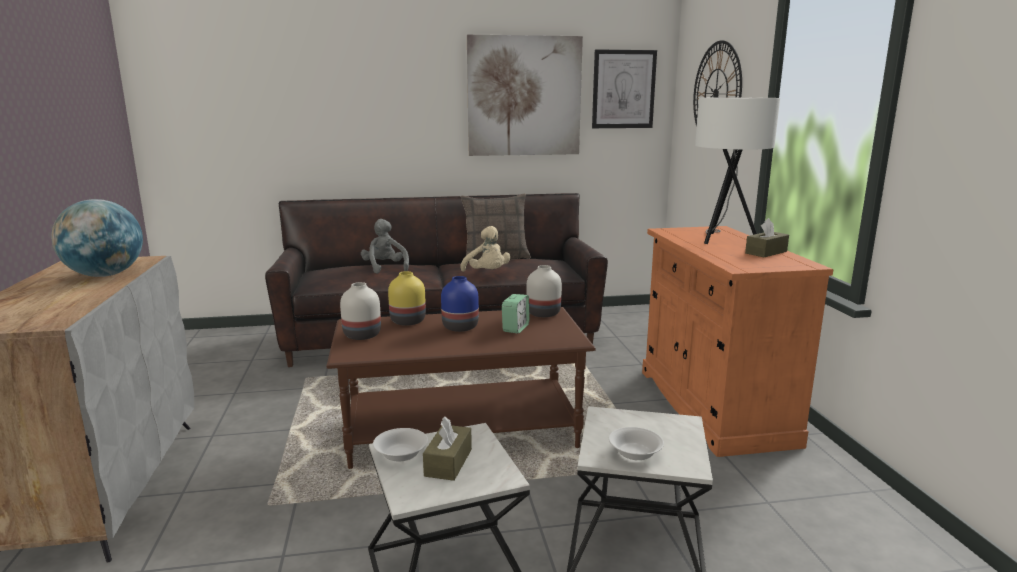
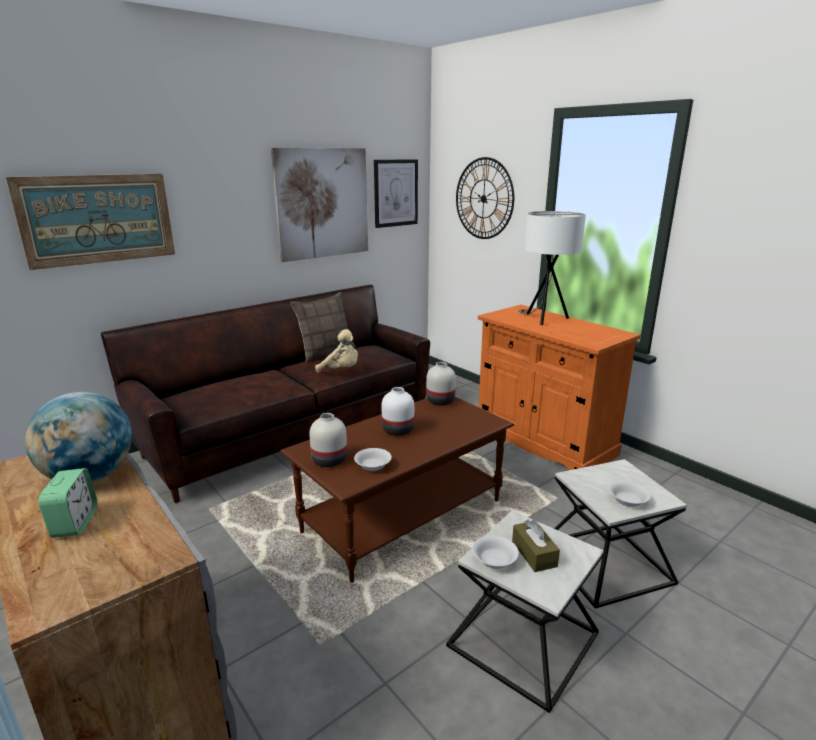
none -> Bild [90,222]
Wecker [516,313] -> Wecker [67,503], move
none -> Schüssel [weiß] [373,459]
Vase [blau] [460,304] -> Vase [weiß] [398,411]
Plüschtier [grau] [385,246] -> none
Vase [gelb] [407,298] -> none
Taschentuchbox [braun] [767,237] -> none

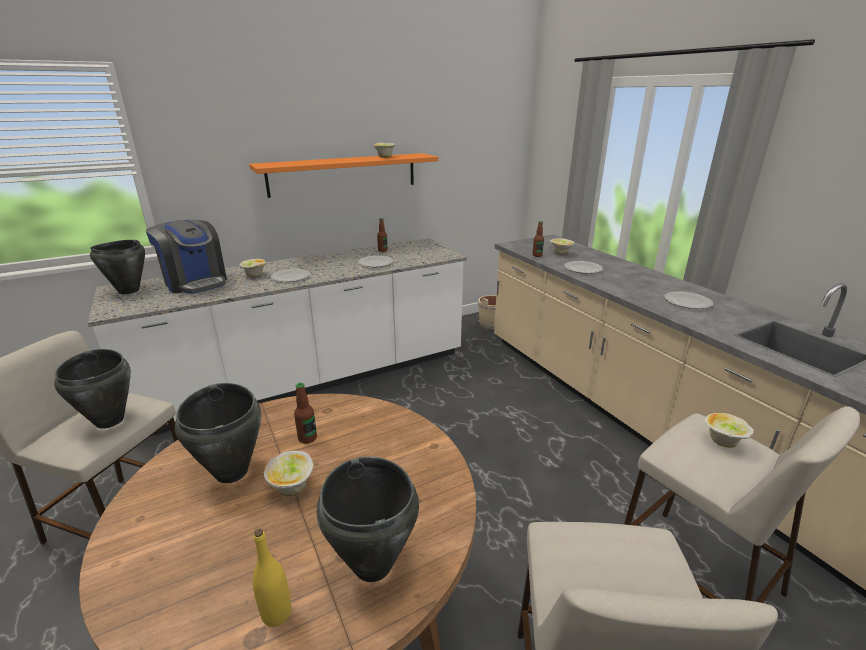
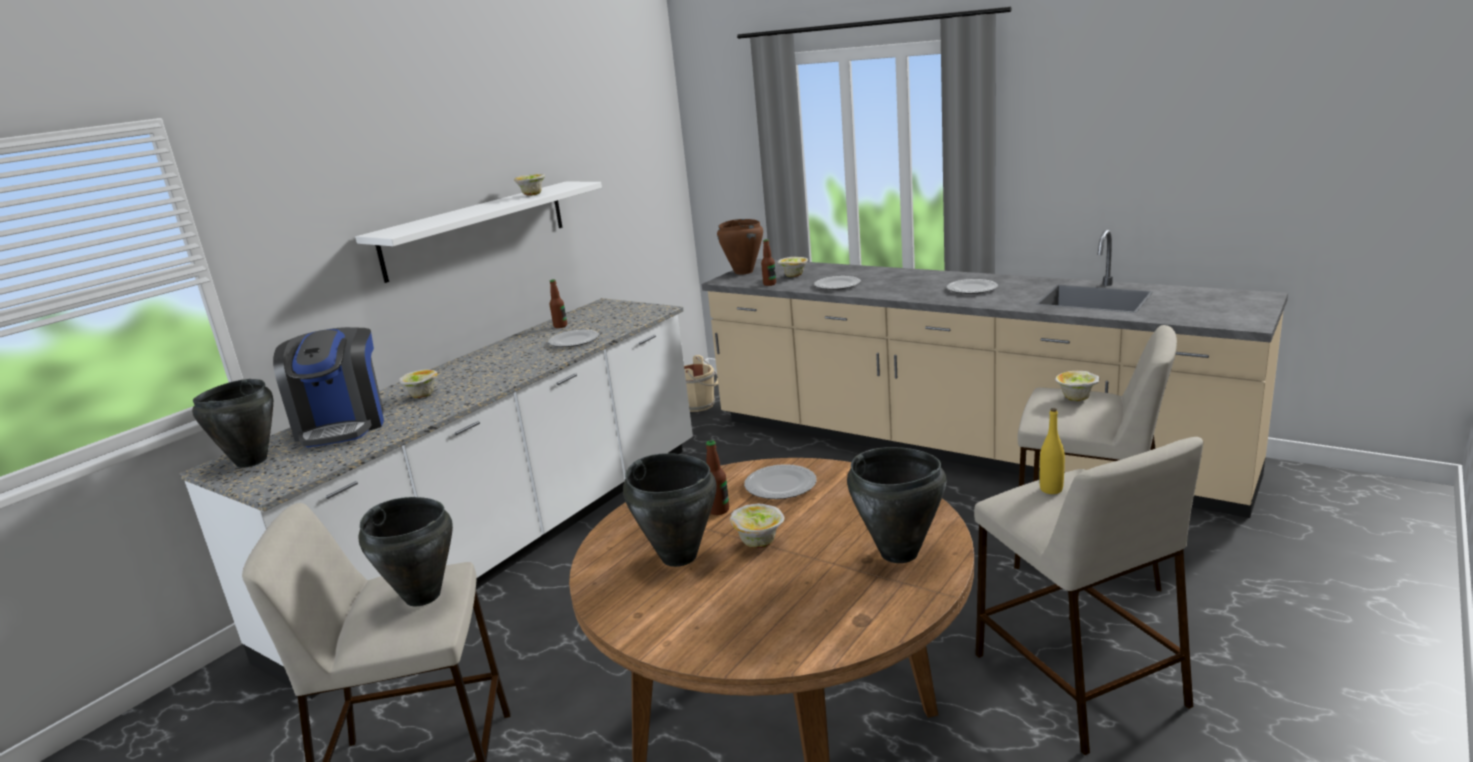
Kaffeemaschine [186,257] -> Kaffeemaschine [328,387], 60 degrees clockwise
Wandregal [orange] [344,175] -> Wandregal [weiß] [478,232]
none -> Kochtopf [braun] [740,247]
Teller [290,275] -> Teller [780,481], move
Flasche [gelb] [271,578] -> Flasche [gelb] [1052,451], move

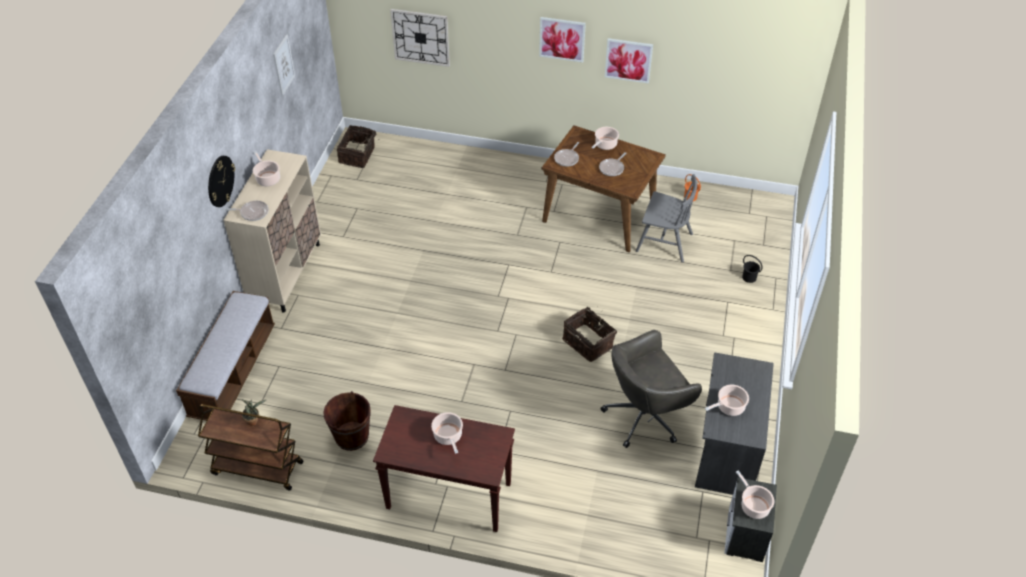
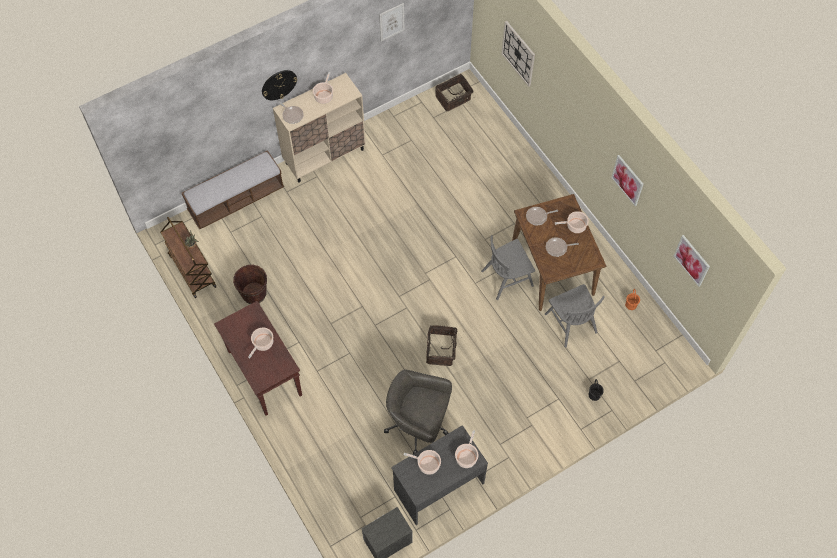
Kochtopf [755,495] -> Kochtopf [466,449], move
none -> Stuhl [grau] [508,267]
Bild [562,39] -> Bild [692,261], move

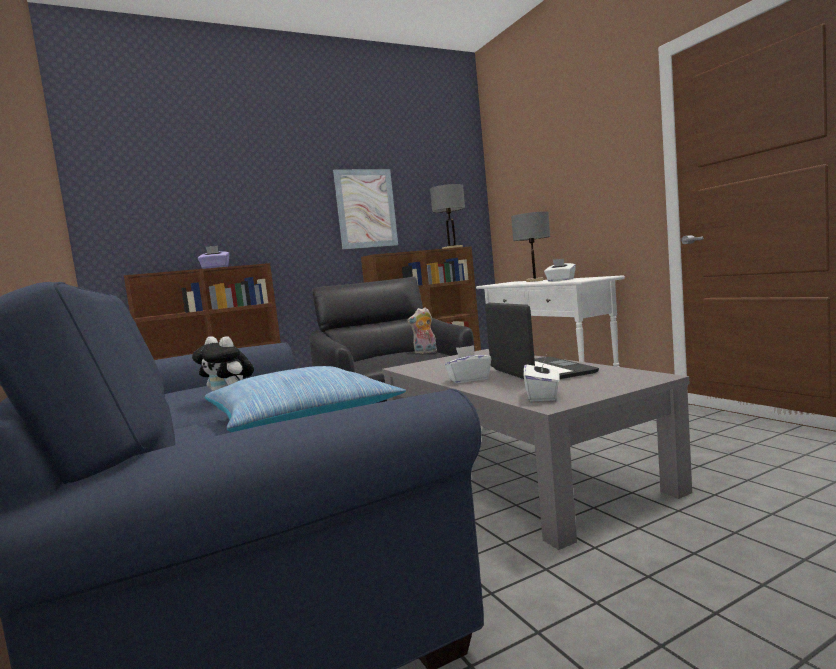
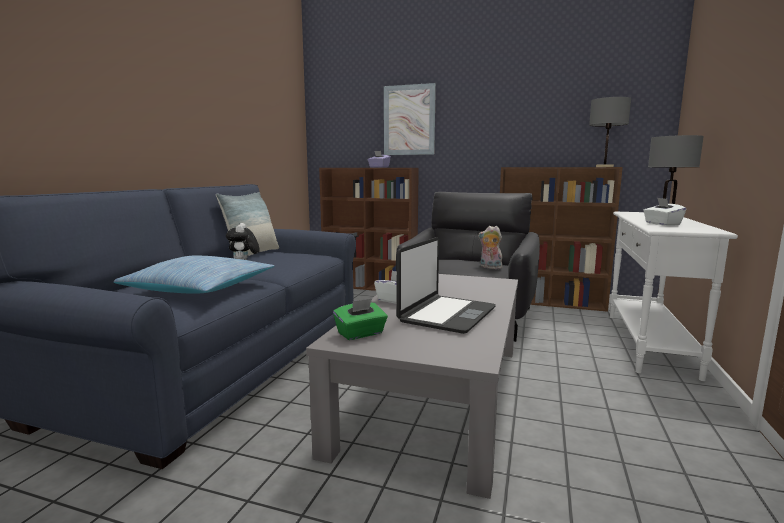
none -> Kissen [247,224]
Taschentuchbox [weiß] [541,378] -> Taschentuchbox [grün] [360,319]
Bild [365,209] -> Bild [410,119], move

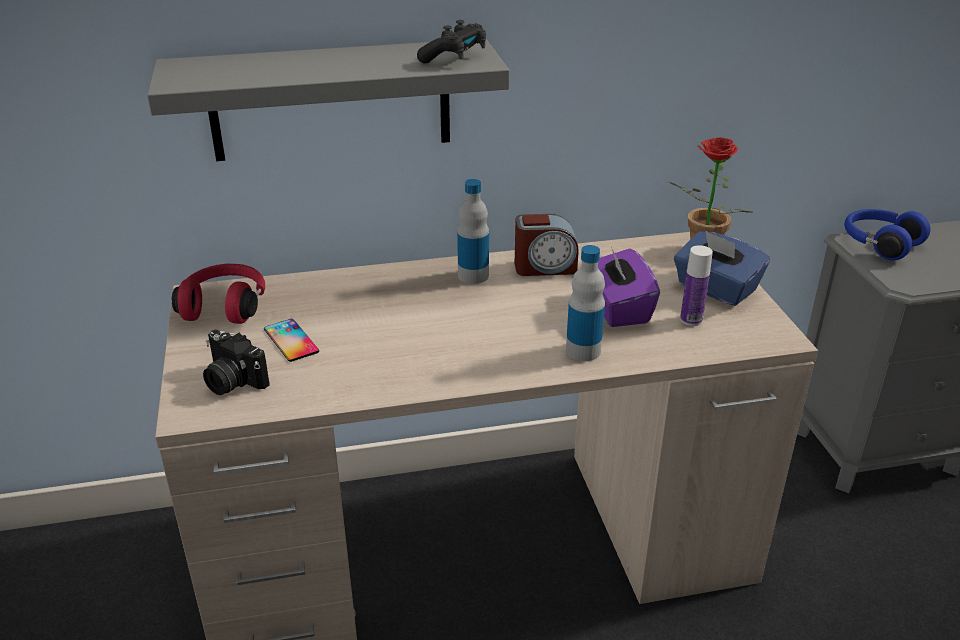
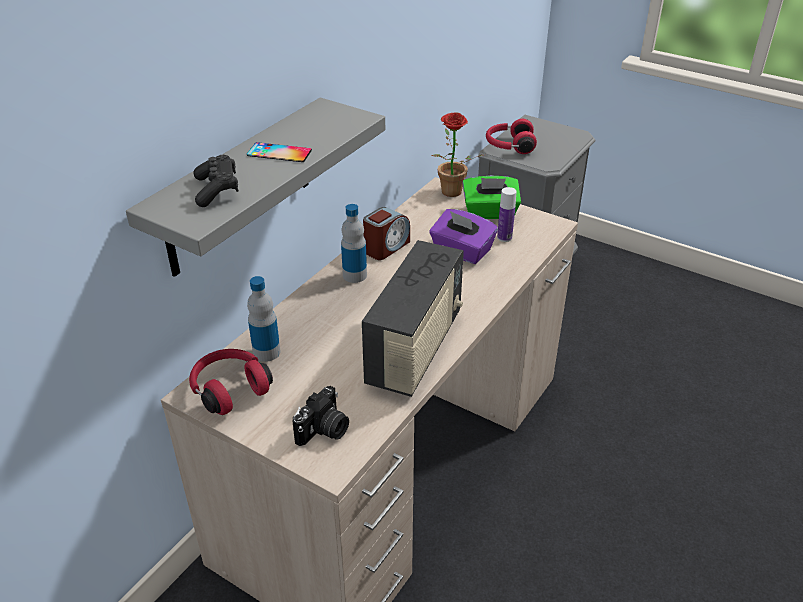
Gamepad [schwarz] [451,42] -> Gamepad [schwarz] [216,181], move
Handy [291,340] -> Handy [279,152], move
Flasche [585,303] -> Flasche [263,319], move
Kamera [236,362] -> Kamera [320,416], 45 degrees counterclockwise
none -> Radio [413,318]
Taschentuchbox [blau] [722,268] -> Taschentuchbox [grün] [491,197]
Kopfhörer [blau] [887,234] -> Kopfhörer [rot] [511,136]

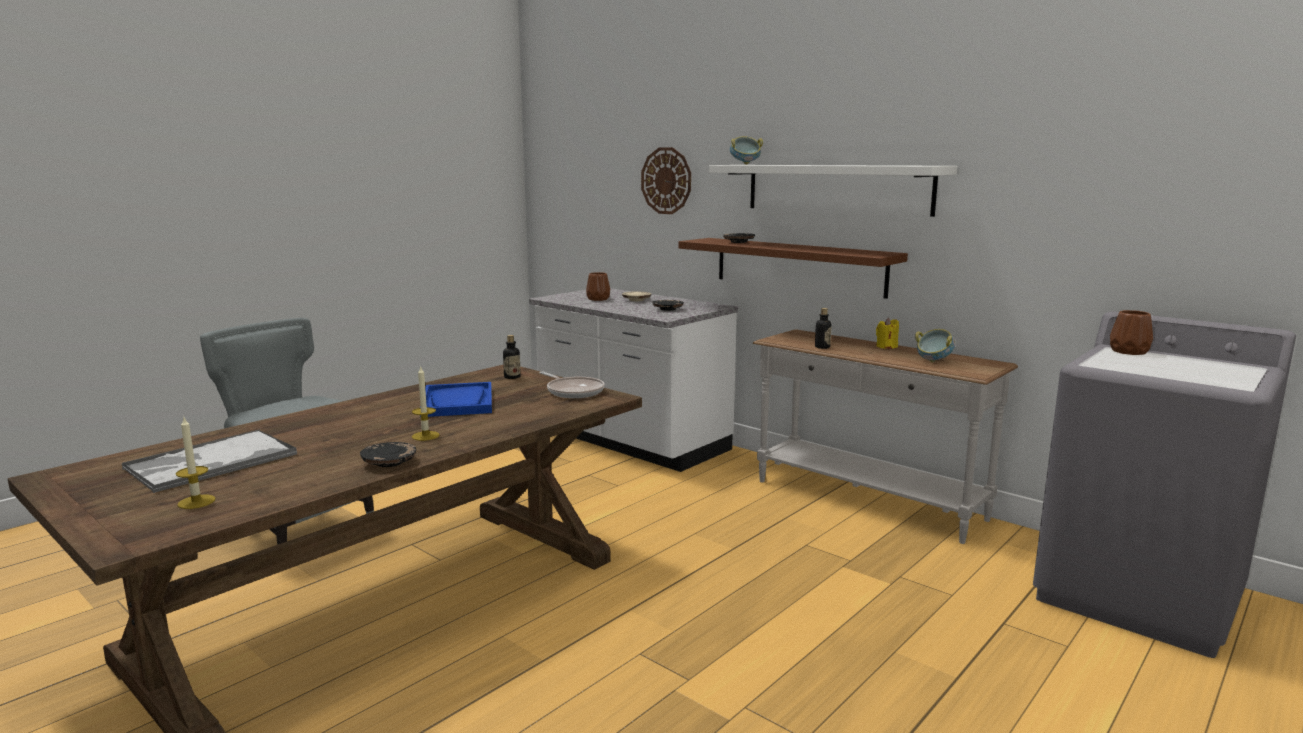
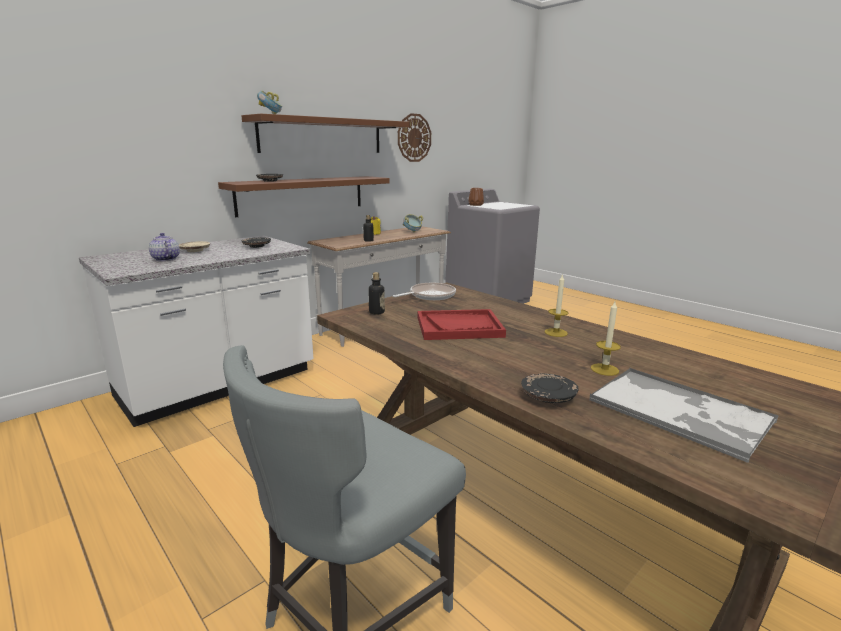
Vase [braun] [598,286] -> Teekanne [164,247]
Wandregal [weiß] [833,191] -> Wandregal [braun] [325,133]
Wanduhr [666,180] -> Wanduhr [414,137], move
Tablett [blau] [456,399] -> Tablett [rot] [462,324]
Teller [schwarz] [388,454] -> Teller [schwarz] [550,388], move
Kerze [195,463] -> Kerze [606,339], move

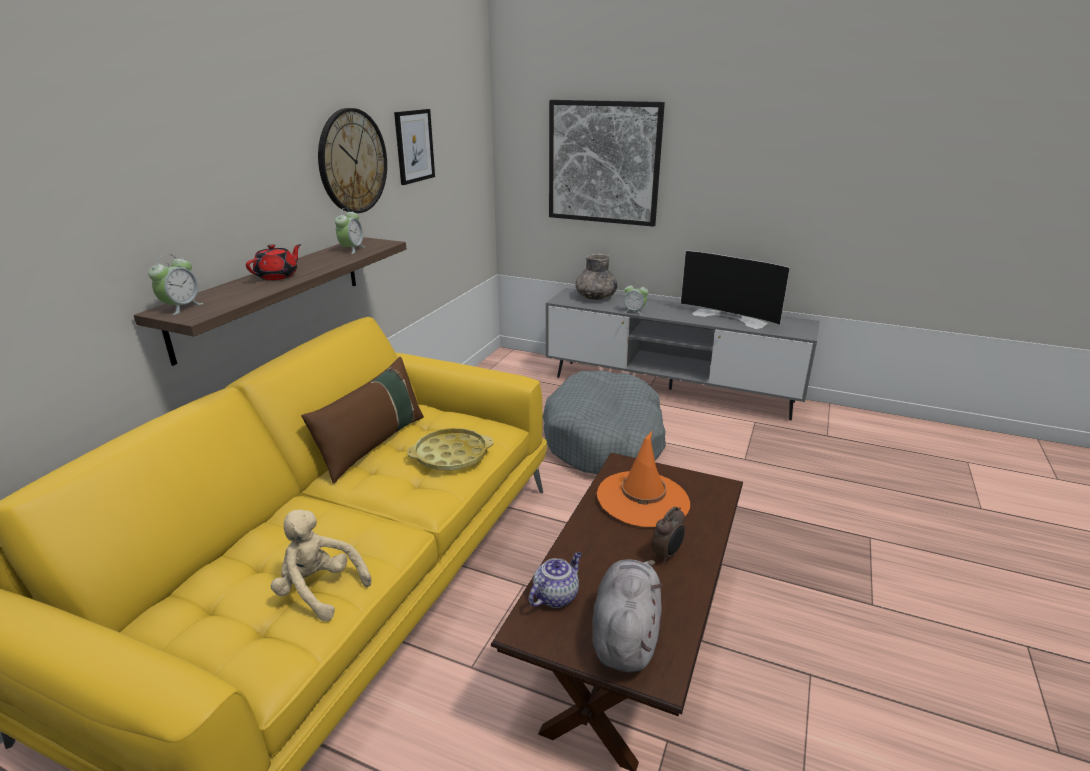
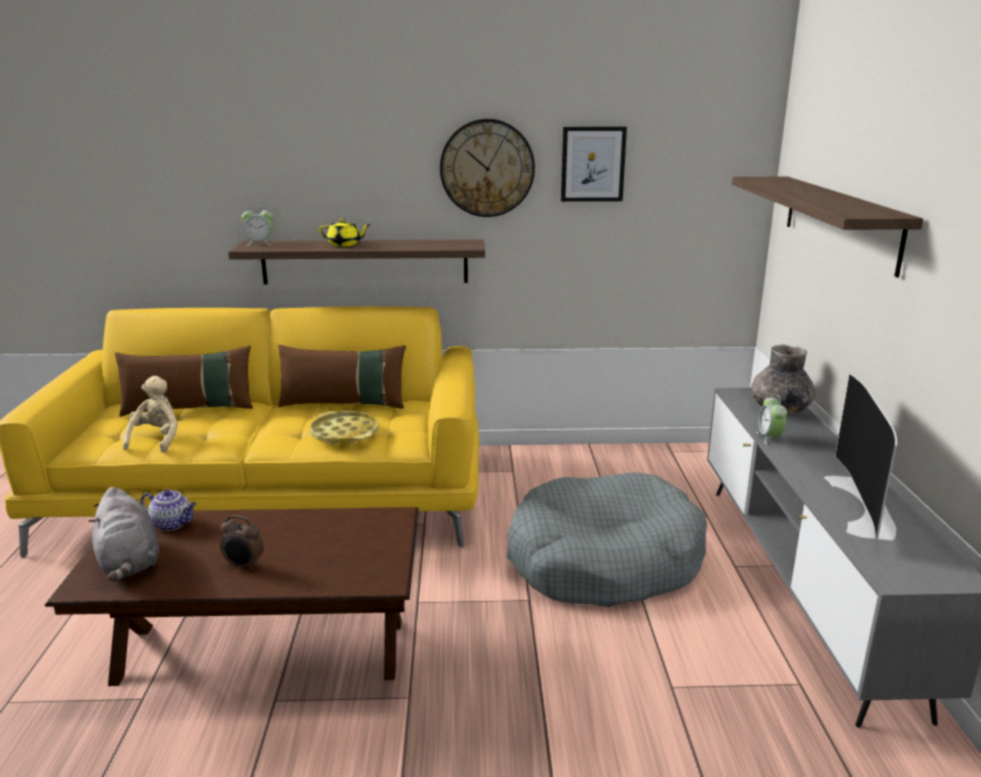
Plüschtier [grau] [627,615] -> Plüschtier [grau] [124,534], 75 degrees clockwise
none -> Kissen [braun] [184,381]
Teekanne [rot] [273,262] -> Teekanne [gelb] [344,232]
Bild [607,163] -> Wandregal [827,227]
Wecker [350,231] -> none
Hut [orange] [643,479] -> none

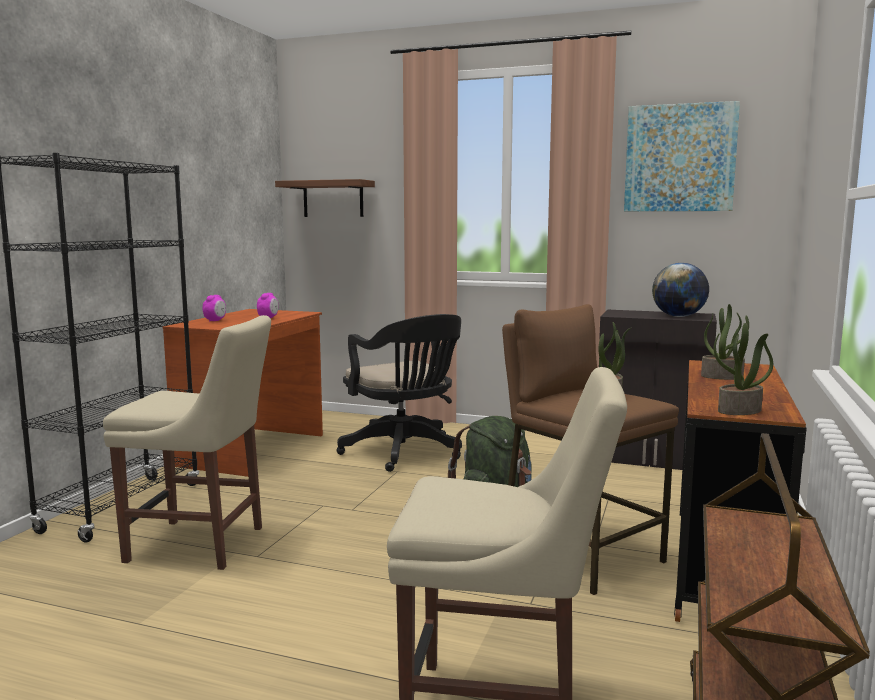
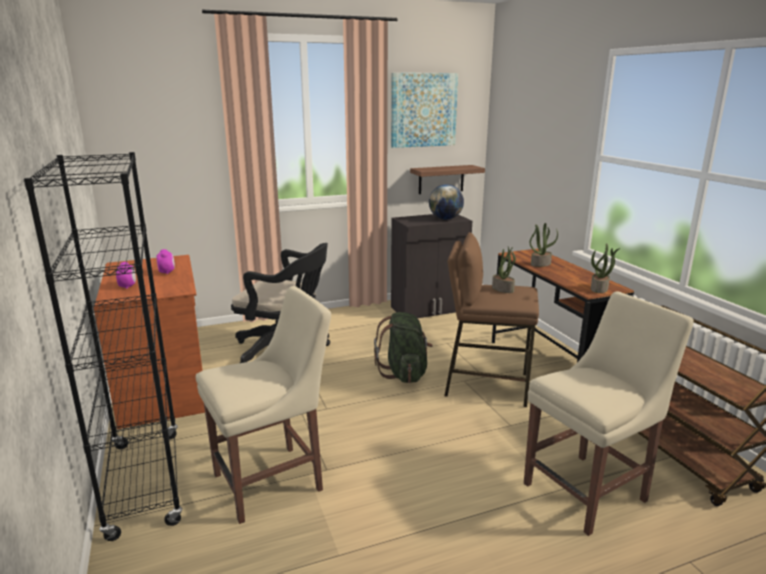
Wandregal [325,198] -> Wandregal [447,179], move

